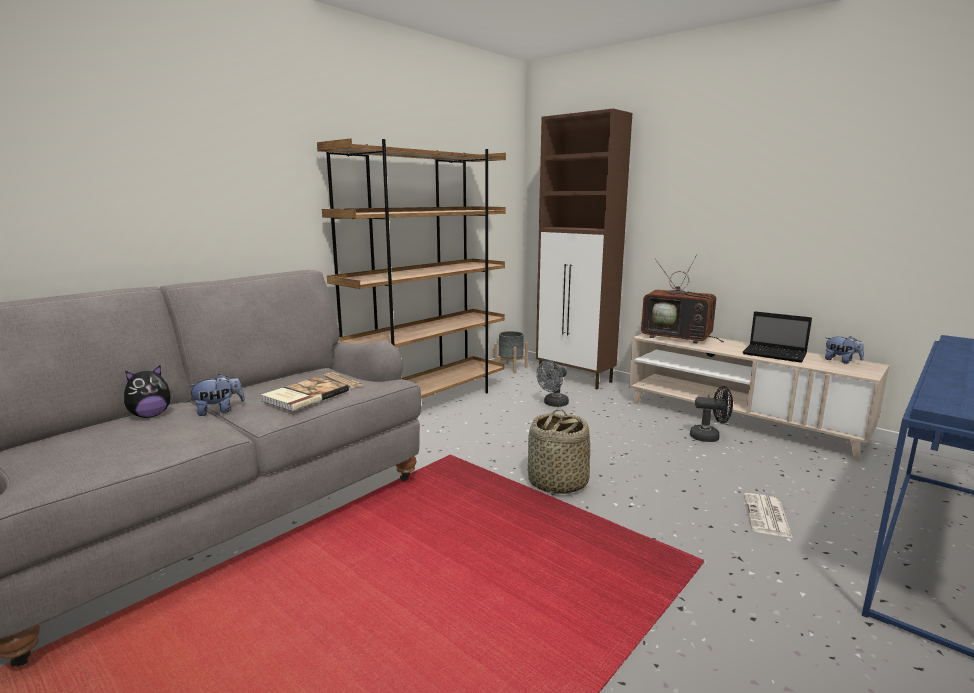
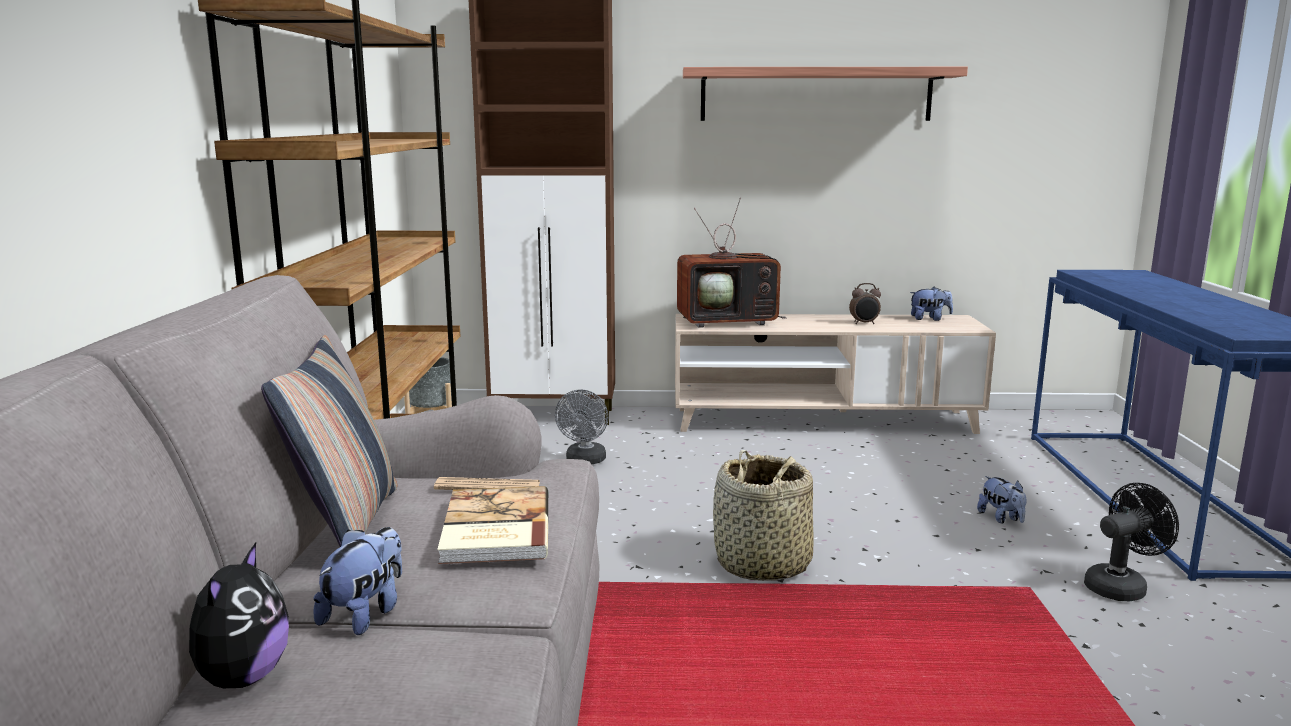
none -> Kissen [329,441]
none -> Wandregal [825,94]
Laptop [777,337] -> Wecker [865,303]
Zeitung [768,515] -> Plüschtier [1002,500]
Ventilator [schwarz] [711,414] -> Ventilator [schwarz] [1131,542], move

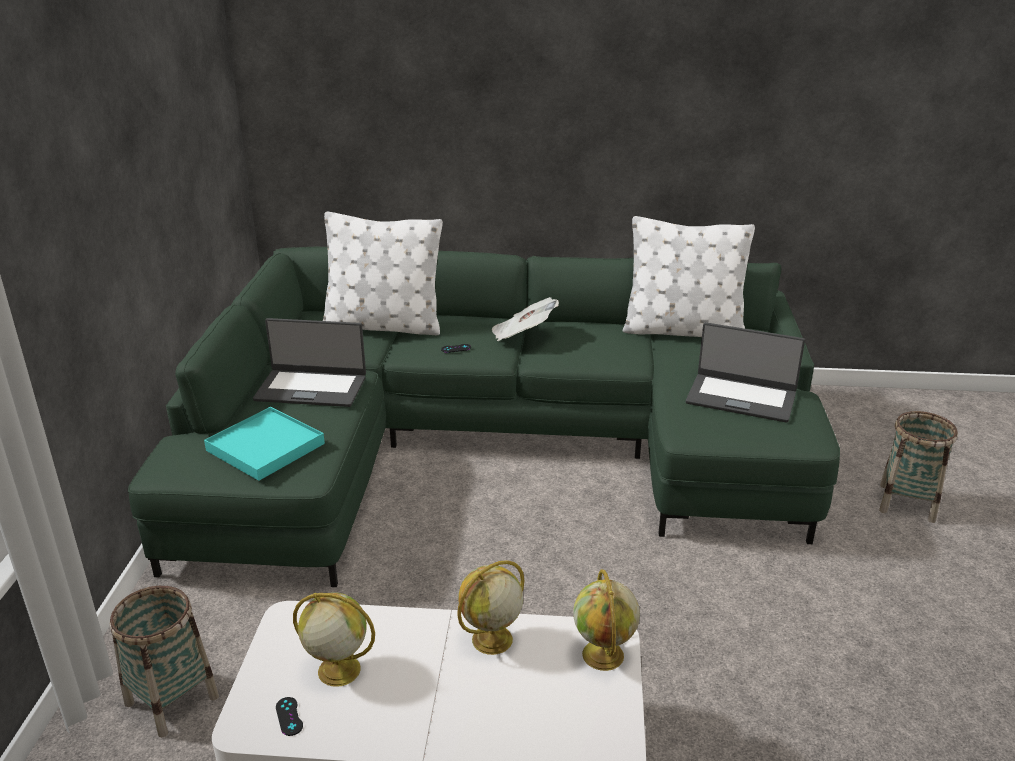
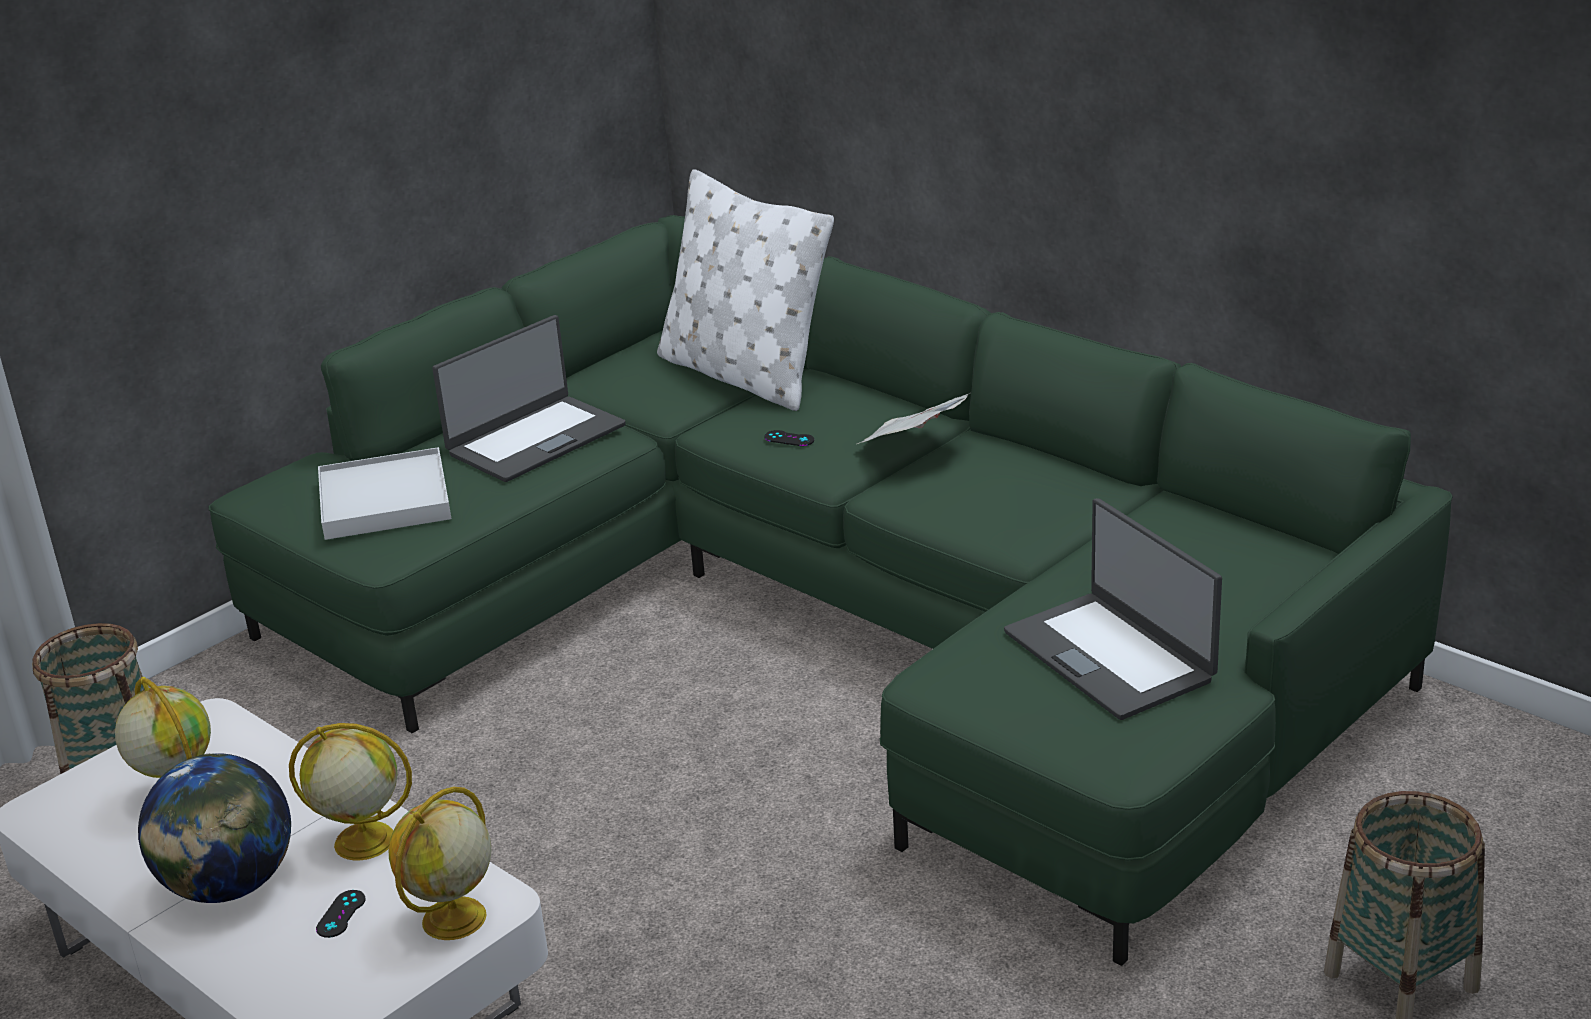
none -> Globus [214,828]
Gamepad [schwarz] [289,716] -> Gamepad [schwarz] [340,914], move
Tablett [türkis] [264,444] -> Tablett [weiß] [384,493]
Laptop [309,362] -> Laptop [529,398], 90 degrees counterclockwise
Kissen [weiß] [689,276] -> none

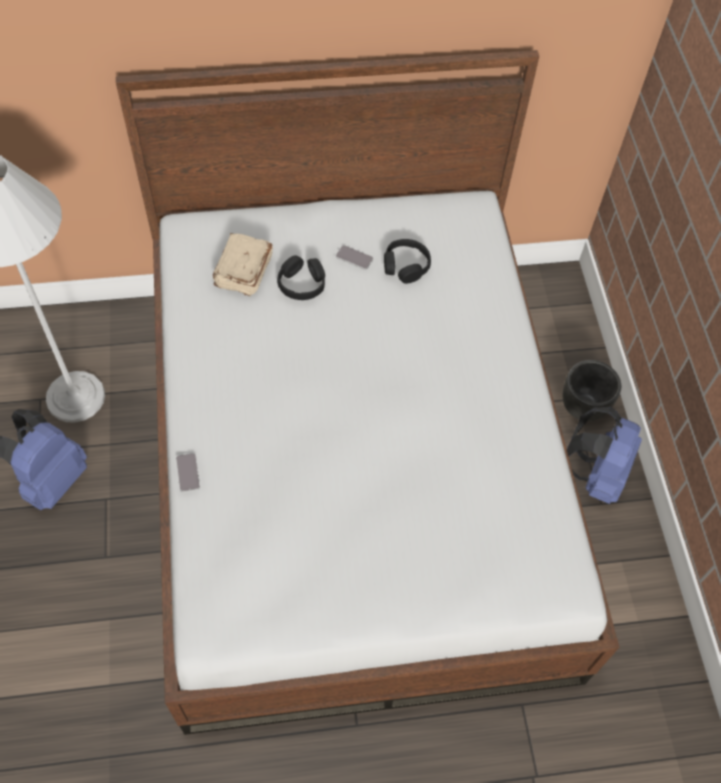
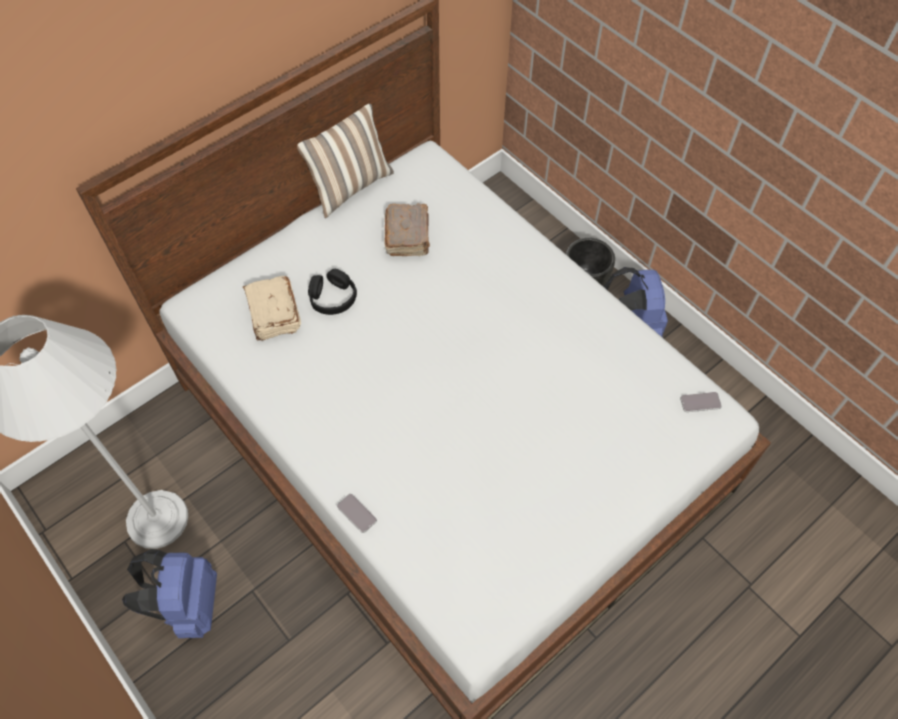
none -> Kissen [345,161]
Kopfhörer [schwarz] [407,261] -> Buch [braun] [407,229]
Handy [354,257] -> Handy [701,402], move

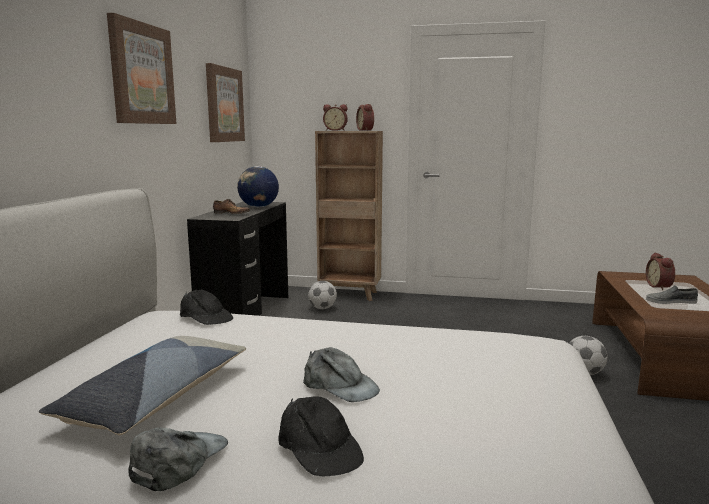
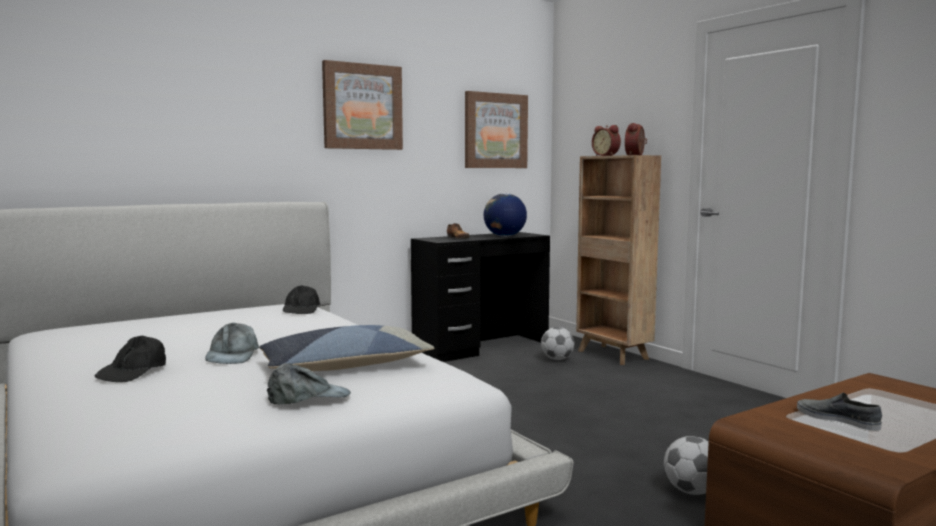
Kissen [142,385] -> Kissen [346,348], move
Kappe [grau] [178,459] -> Kappe [grau] [309,383], move
Wecker [660,271] -> none

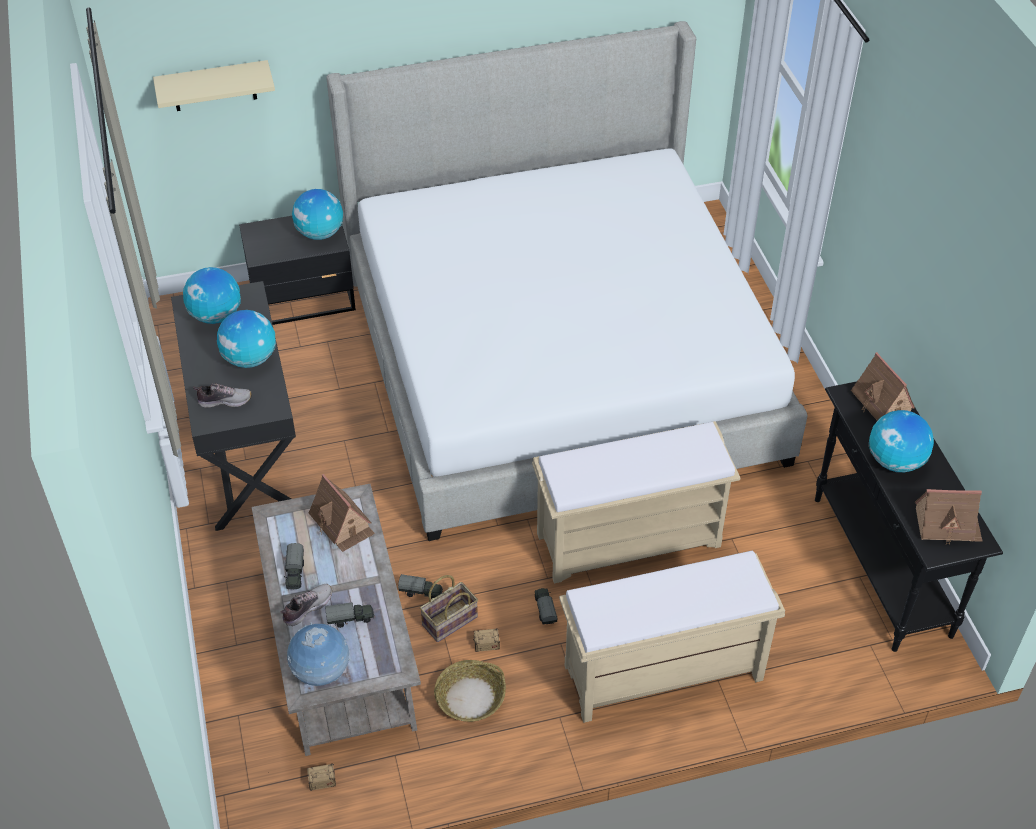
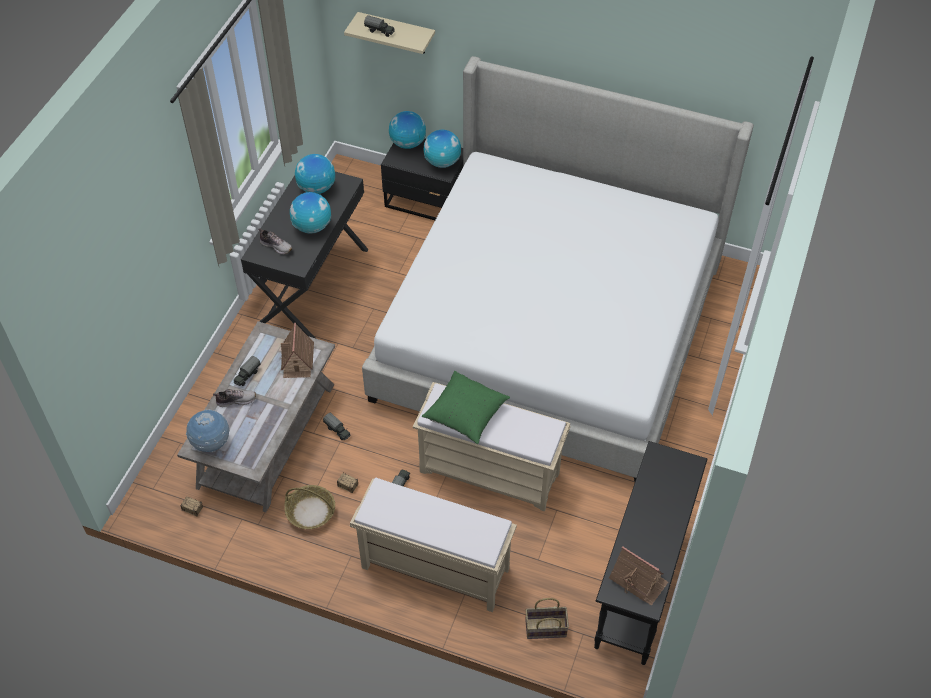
Spielzeuglaster [349,615] -> Spielzeuglaster [379,26], move
Globus [901,441] -> Globus [407,130], move
none -> Kissen [grün] [466,407]
Korb [449,608] -> Korb [547,618], move
Spielzeughaus [883,386] -> none

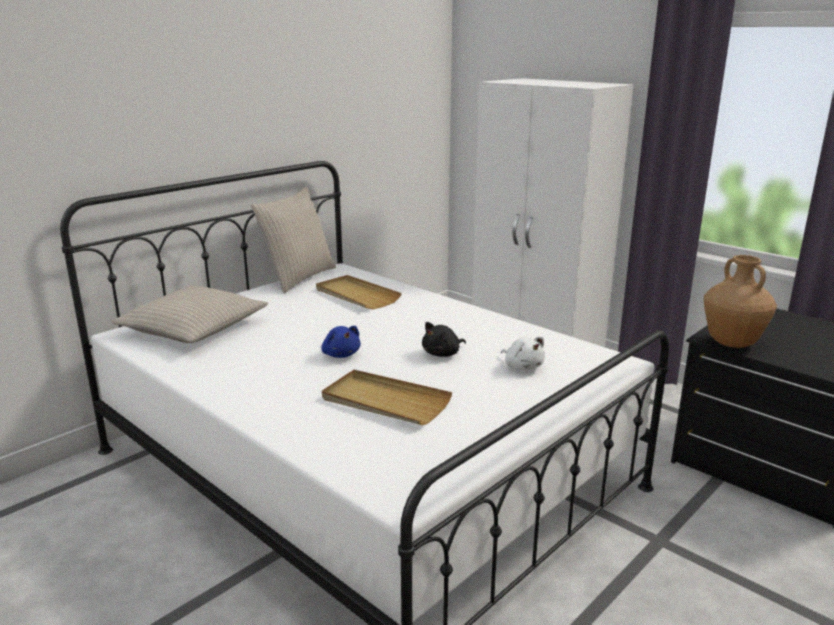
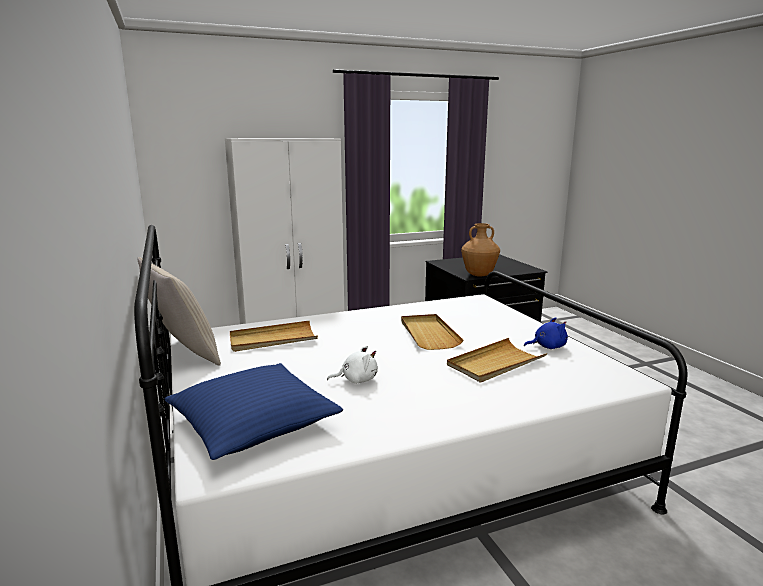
Kissen [beige] [190,314] -> Kissen [blau] [253,411]
Plüschtier [weiß] [523,353] -> Plüschtier [weiß] [352,365], move
Plüschtier [schwarz] [444,339] -> Tablett [beige] [432,332]
Plüschtier [blau] [341,342] -> Plüschtier [blau] [546,333], move

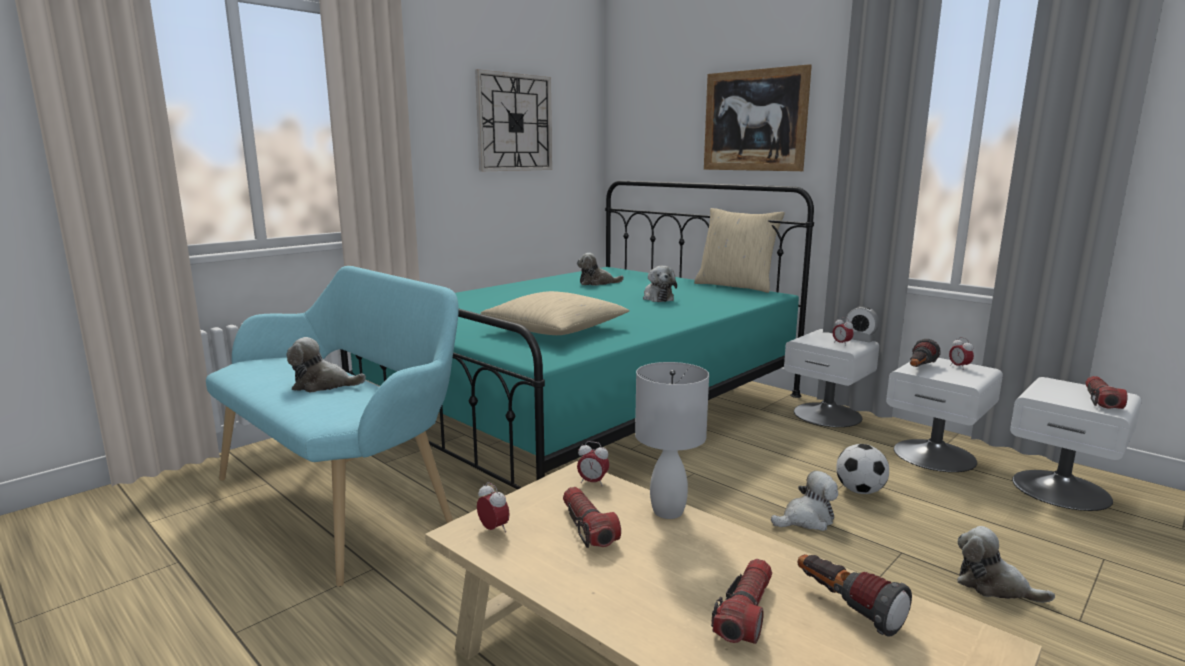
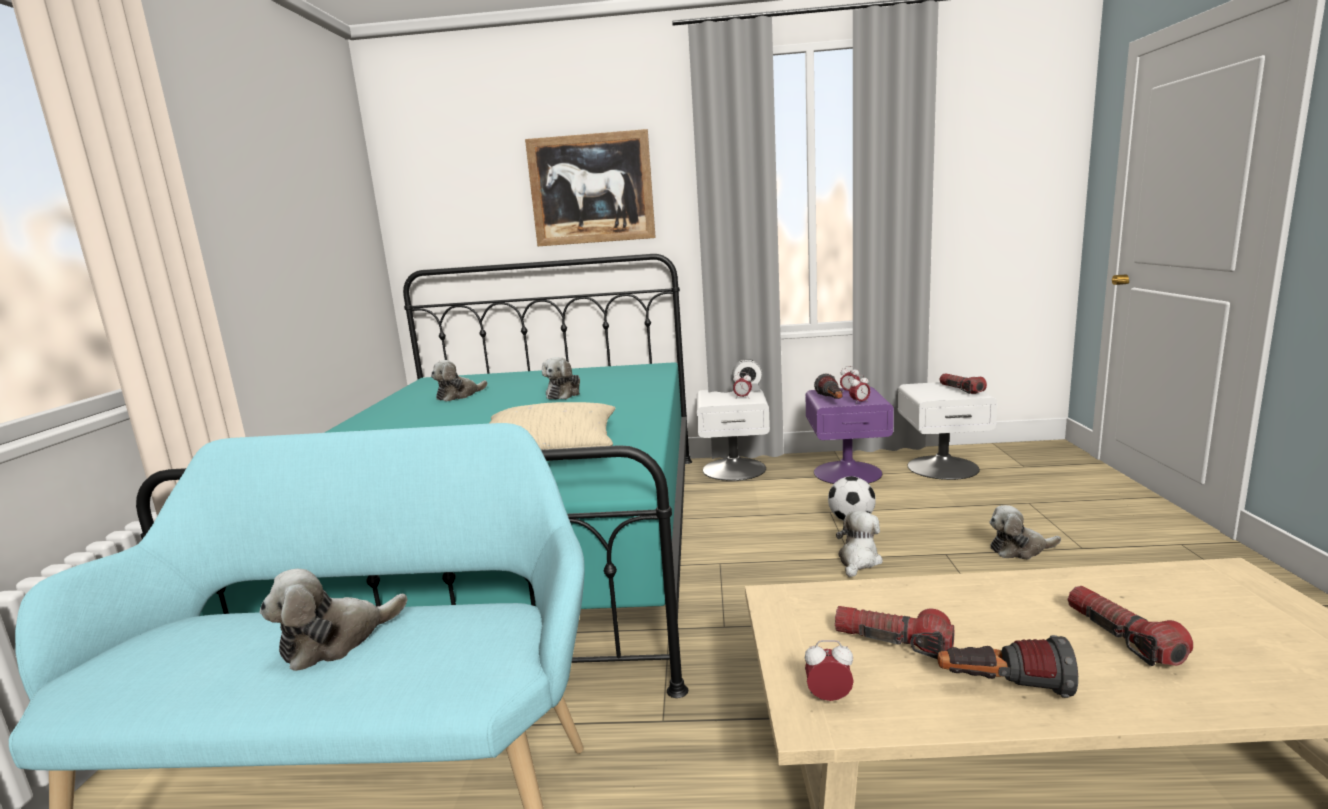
Plüschtier [660,284] -> Plüschtier [561,378], 75 degrees clockwise
Nachttisch [weiß] [944,415] -> Nachttisch [lila] [849,435]
Wecker [593,463] -> Wecker [859,389], move
Taschenlampe [855,595] -> Taschenlampe [1008,666], move
Wanduhr [513,120] -> none
Tischlampe [weiß] [672,440] -> none
Kissen [beige] [739,250] -> none

